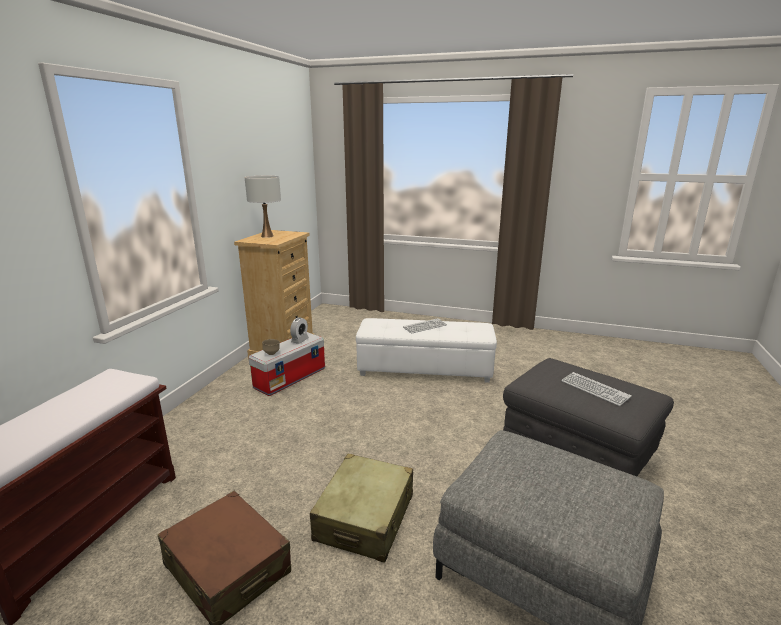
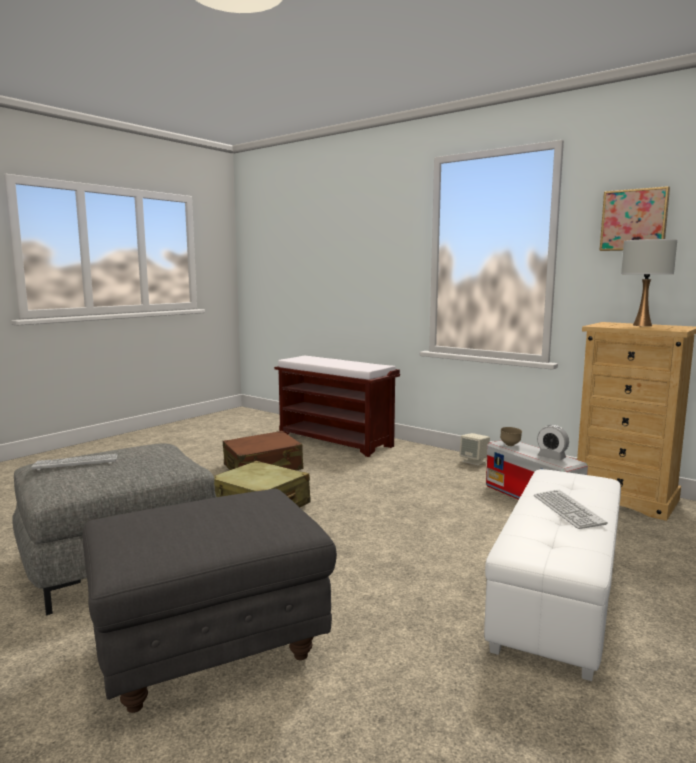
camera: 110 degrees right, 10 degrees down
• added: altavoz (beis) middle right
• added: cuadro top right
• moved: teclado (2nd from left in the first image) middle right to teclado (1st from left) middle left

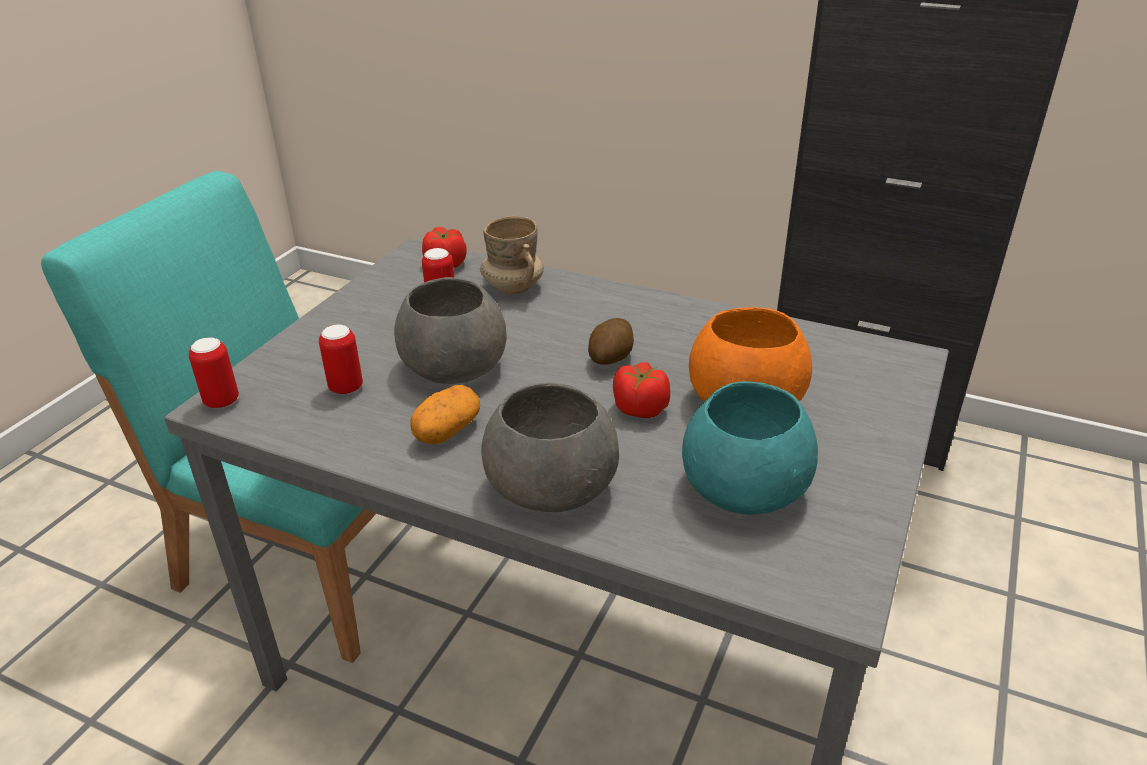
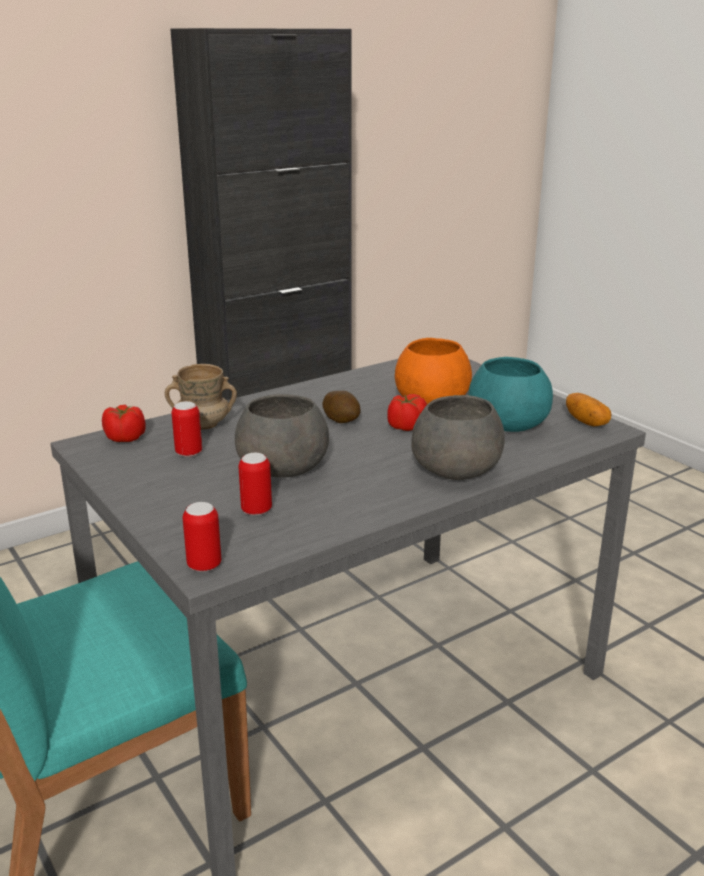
camera: 60 degrees left, 10 degrees down
• moved: patata (1st from left in the first image) centre to patata (2nd from left) middle right

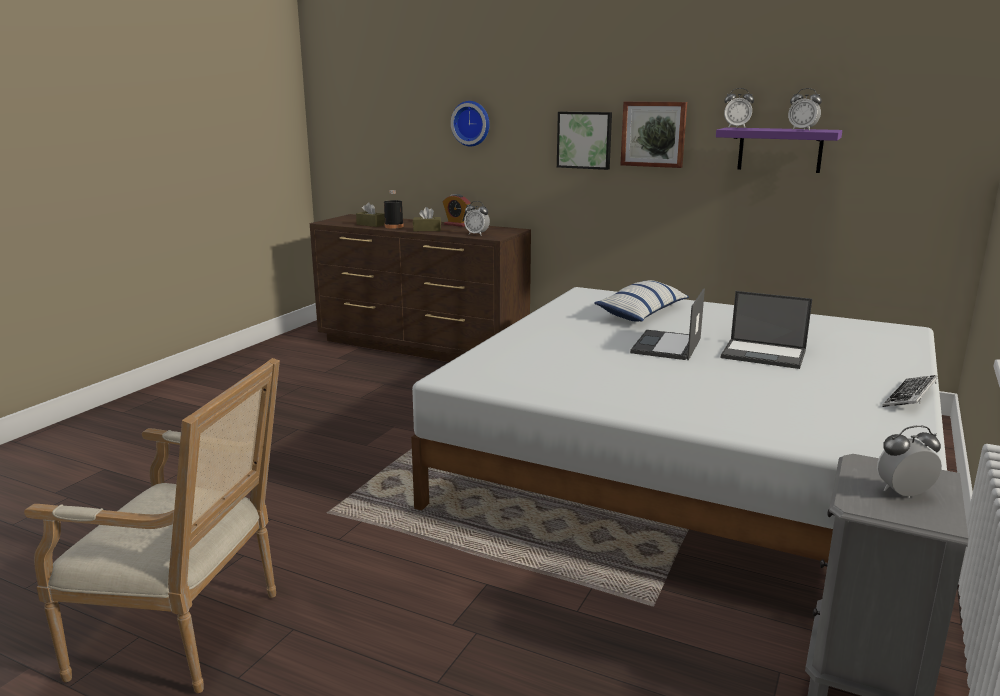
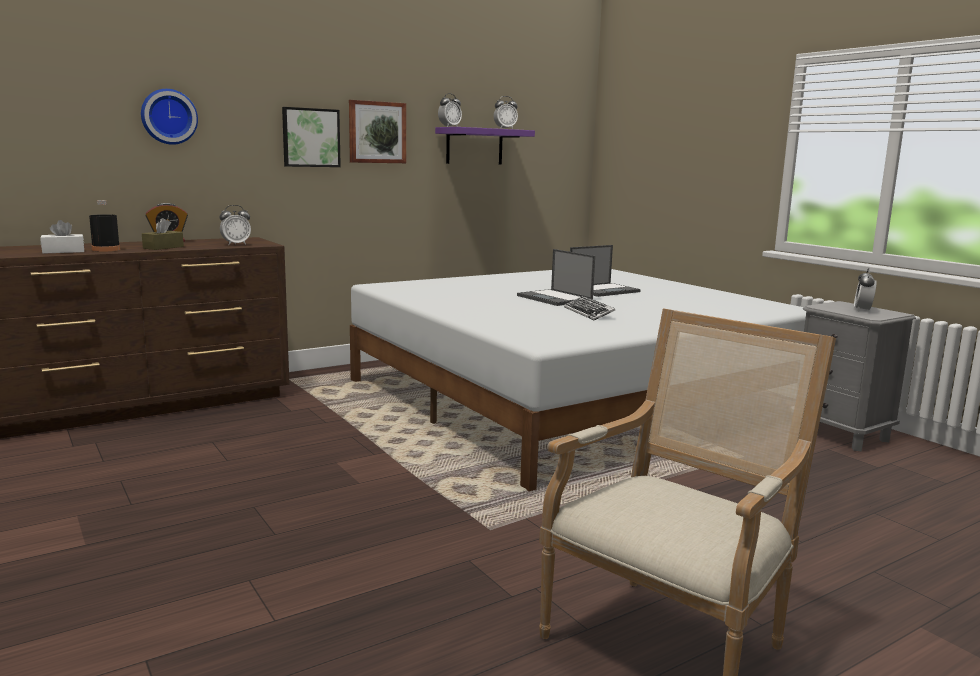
camera: 60 degrees left, 5 degrees down
• removed: cojín centre
• moved: teclado middle right to centre
• recoloured: caja de pañuelos (marrón) (1st from left) top centre to caja de pañuelos (blanco) middle left

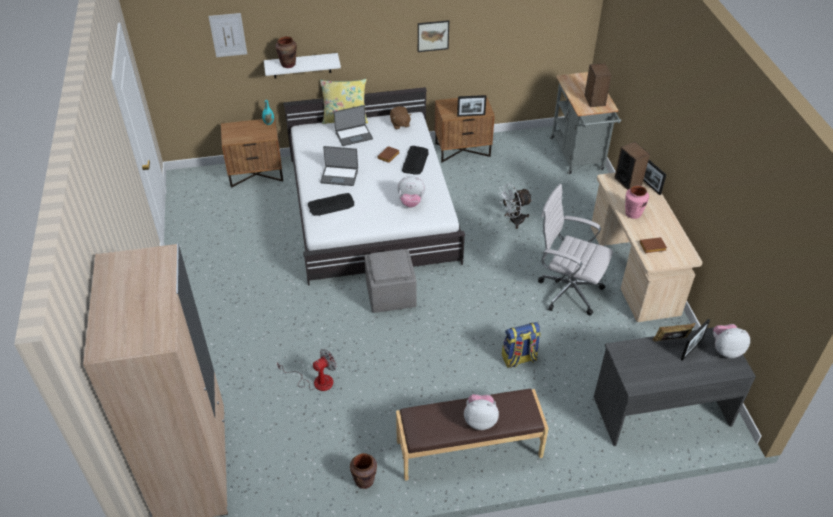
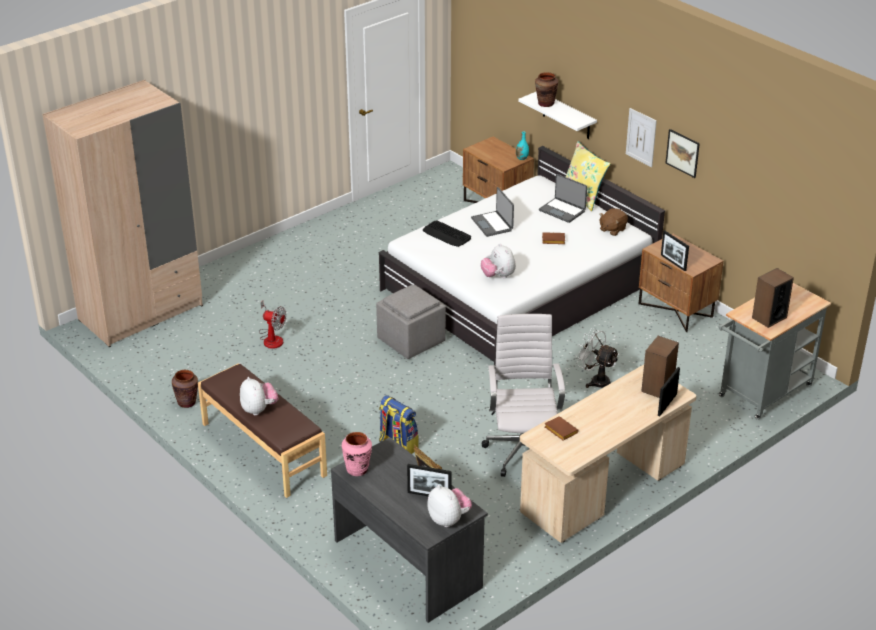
camera: 60 degrees right, 10 degrees down
• removed: teclado (2nd from left) top centre
• moved: cuadro (1st from left) top left to top right
• moved: florero (rosa) middle right to bottom centre

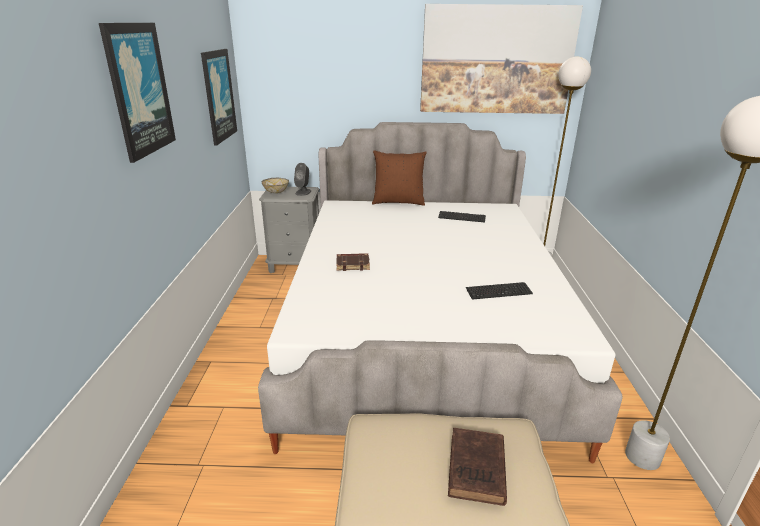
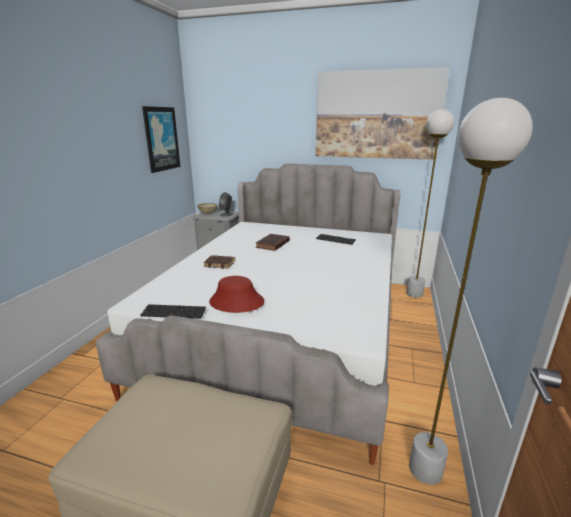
camera: 15 degrees right, 5 degrees down
• removed: cuadro (1st from left) top left
• removed: cojín (marrón) centre
• added: sombrero (rojo) centre
• moved: libro (marrón) (2nd from left) bottom centre to centre
• moved: teclado (2nd from left in the first image) centre to teclado (1st from left) middle left

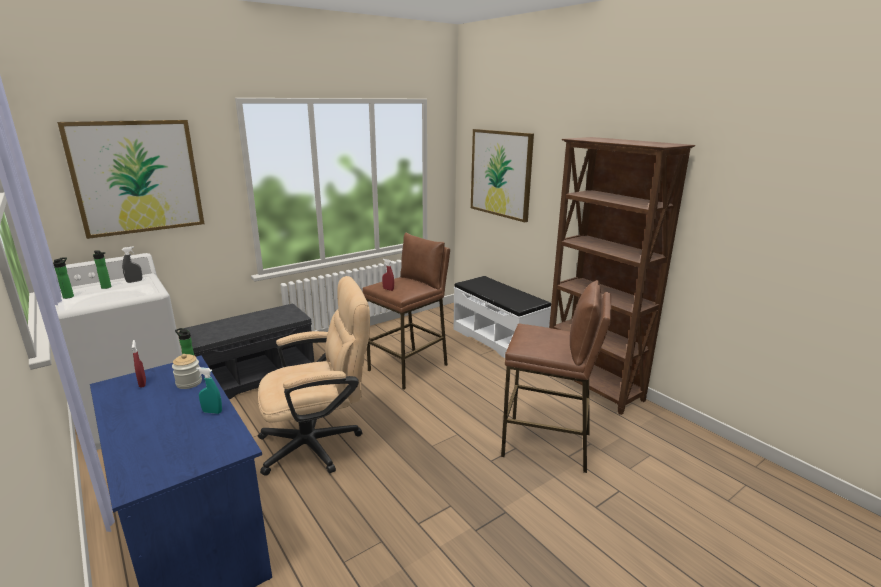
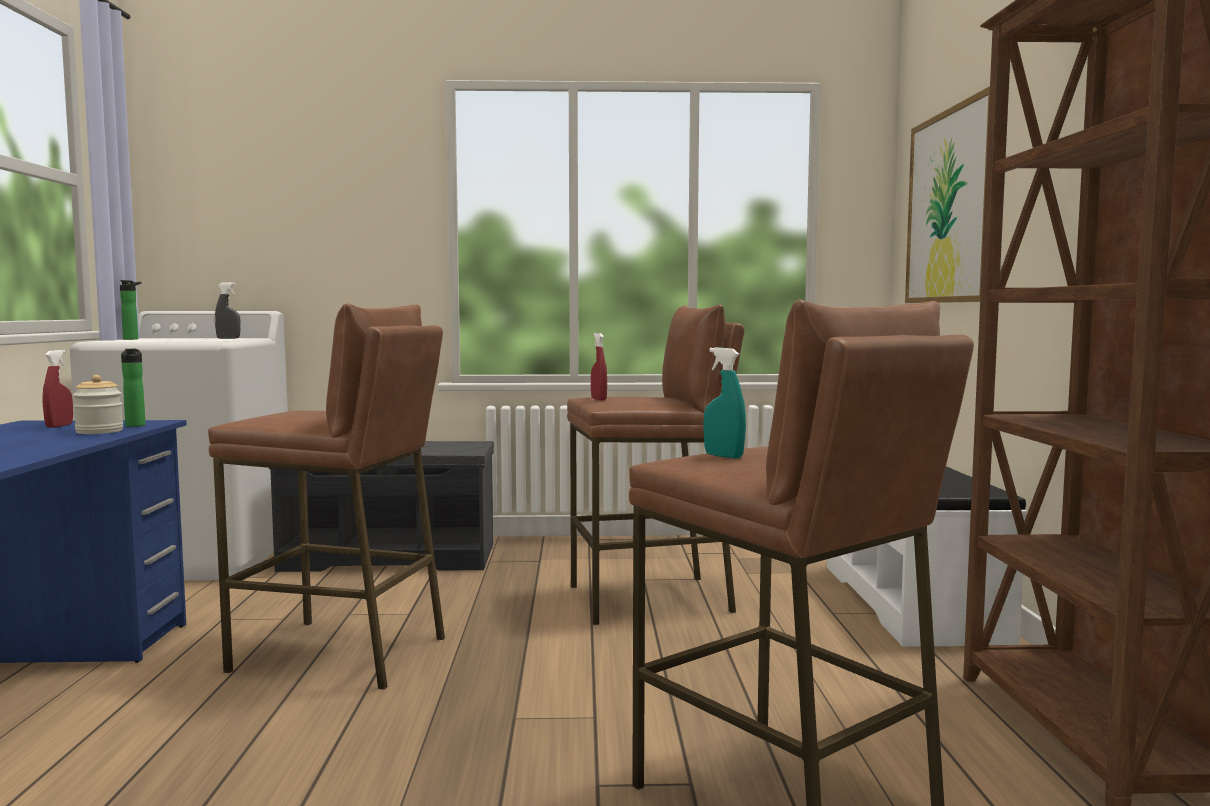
camera: 35 degrees right, 15 degrees down
• removed: cuadro (1st from left) top left
• removed: botella (2nd from left) middle left
• moved: pulverizador (turquesa) middle left to centre
• replaced: silla de oficina (beis) centre to taburete (marrón) (1st from left) middle left

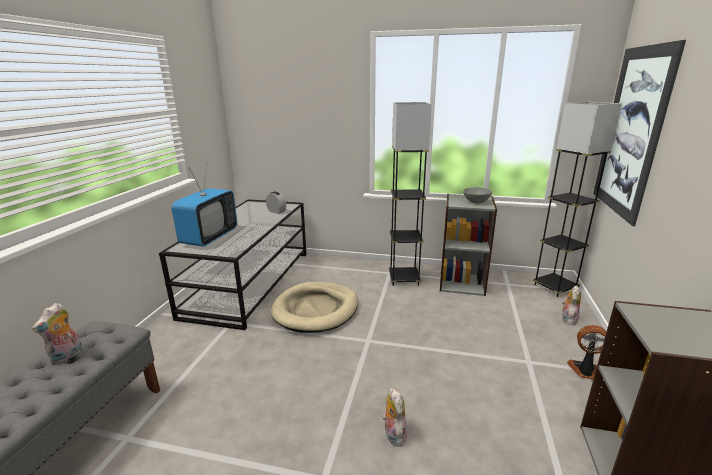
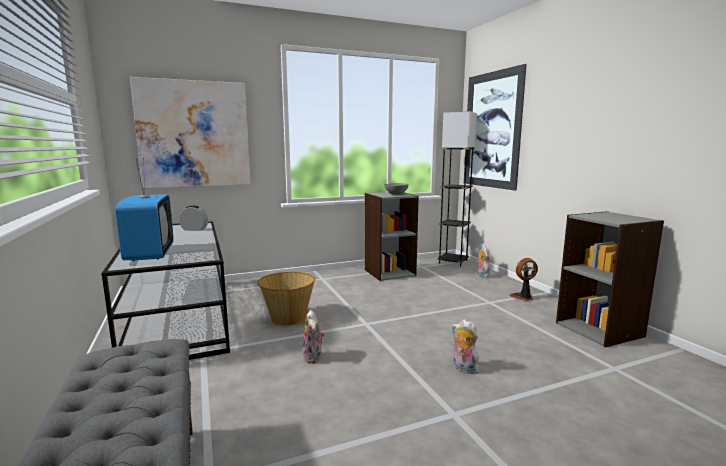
camera: 35 degrees left, 10 degrees down
• removed: lámpara de pie (gris) (1st from left) centre
• added: cuadro (1st from left) top left
• moved: peluche (1st from left) bottom left to bottom centre
• replaced: cama para perro (beis) centre to cesta centre

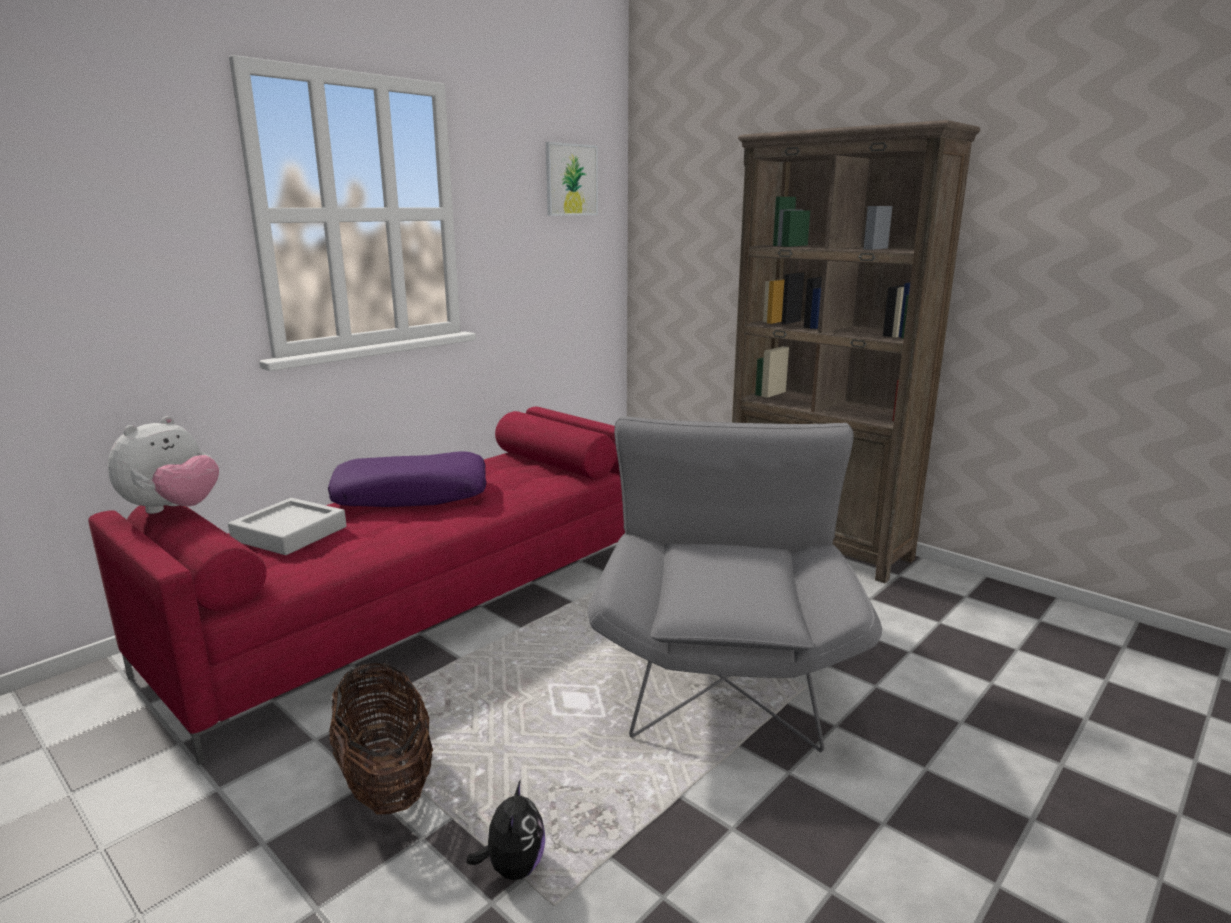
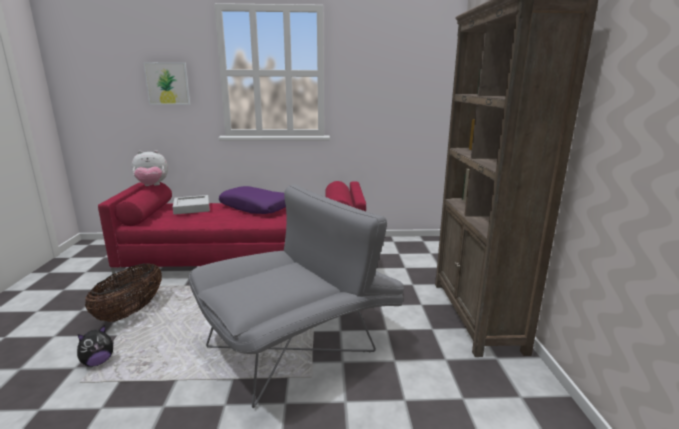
camera: 45 degrees right, 0 degrees up
• moved: cuadro top centre to top left

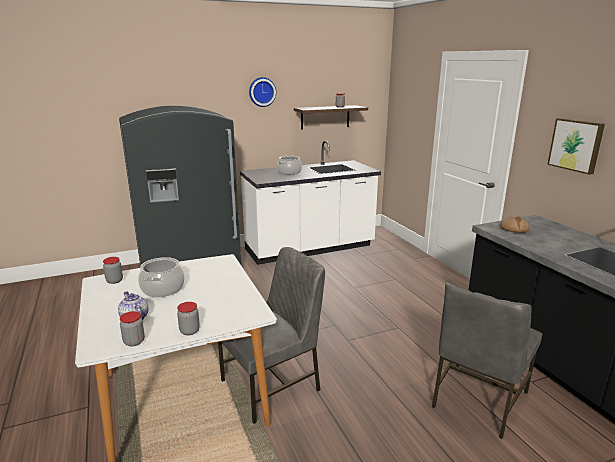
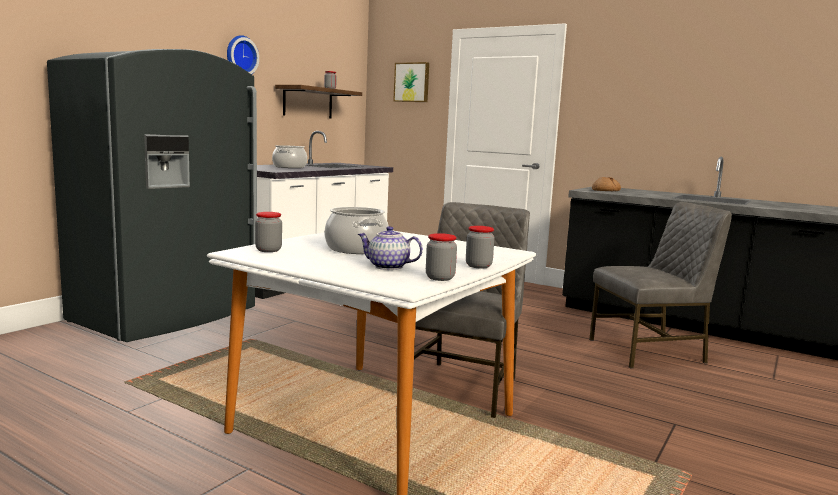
camera: 35 degrees left, 10 degrees down
• moved: cuadro top right to top centre
• turned: silla (gris) (2nd from left) bottom right = middle right 105 degrees counterclockwise

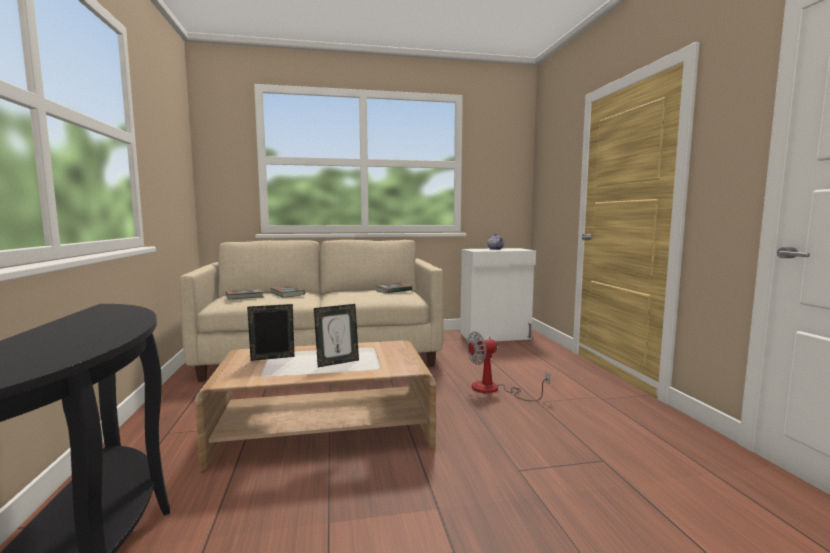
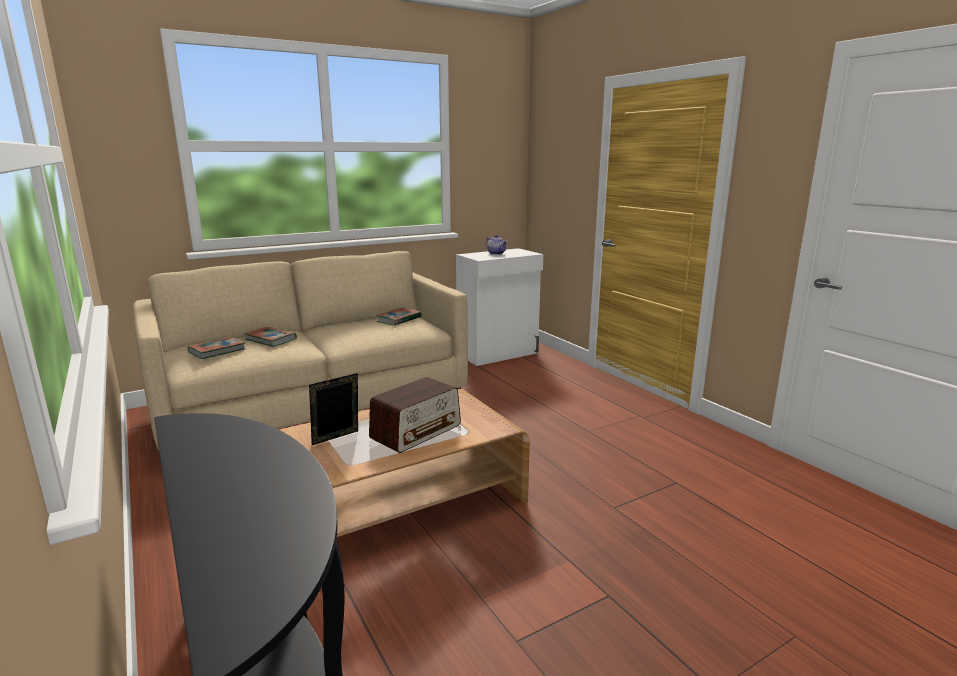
camera: 20 degrees left, 10 degrees up
• removed: ventilador centre
• replaced: portarretratos (2nd from left) centre to radio centre

